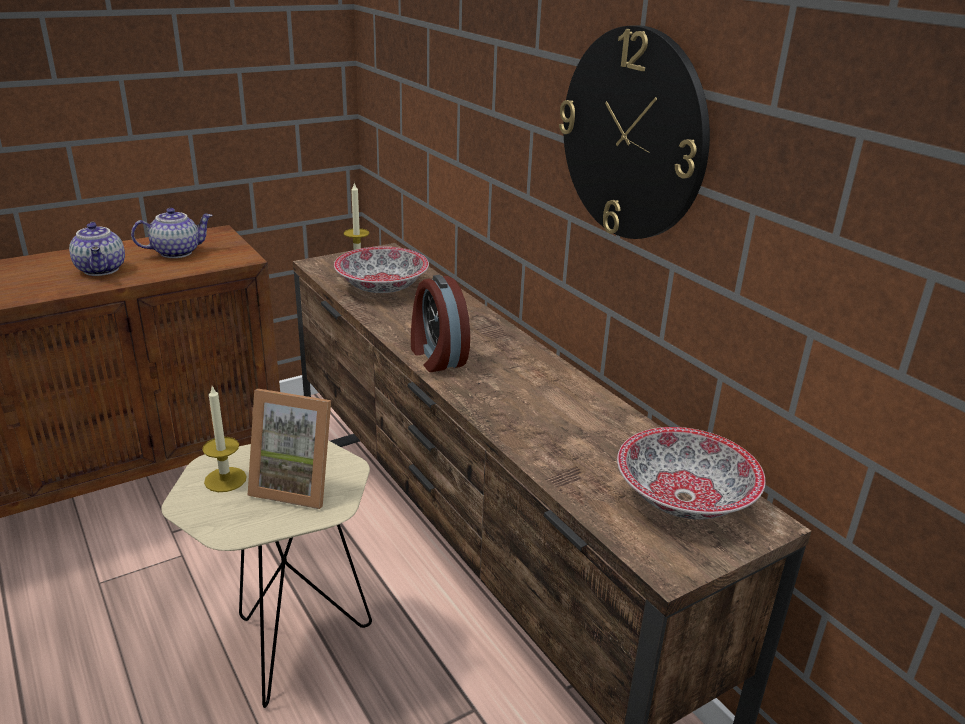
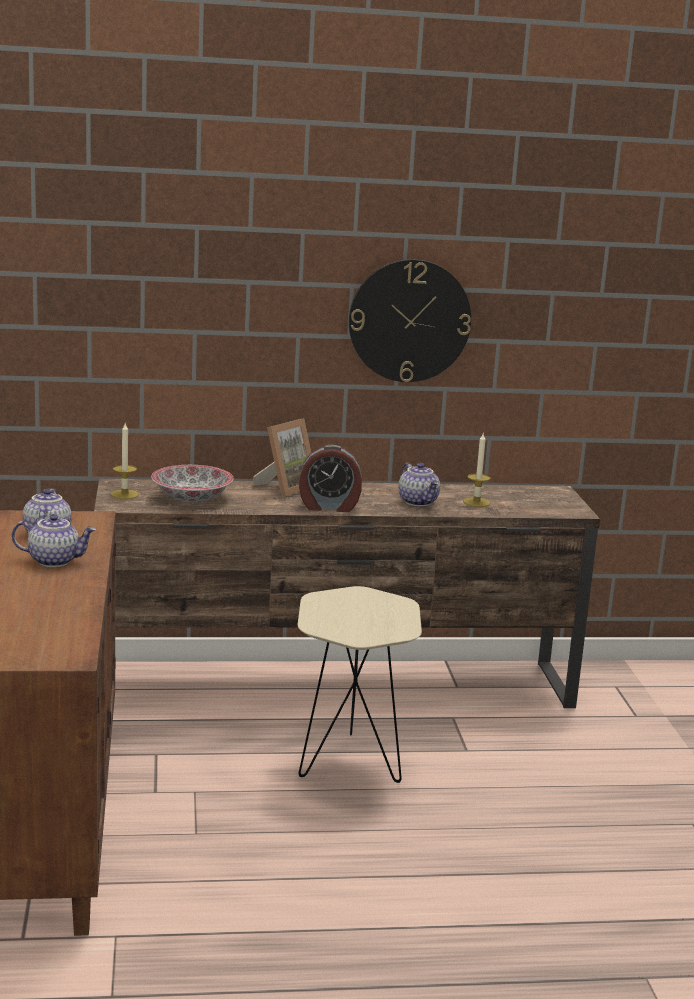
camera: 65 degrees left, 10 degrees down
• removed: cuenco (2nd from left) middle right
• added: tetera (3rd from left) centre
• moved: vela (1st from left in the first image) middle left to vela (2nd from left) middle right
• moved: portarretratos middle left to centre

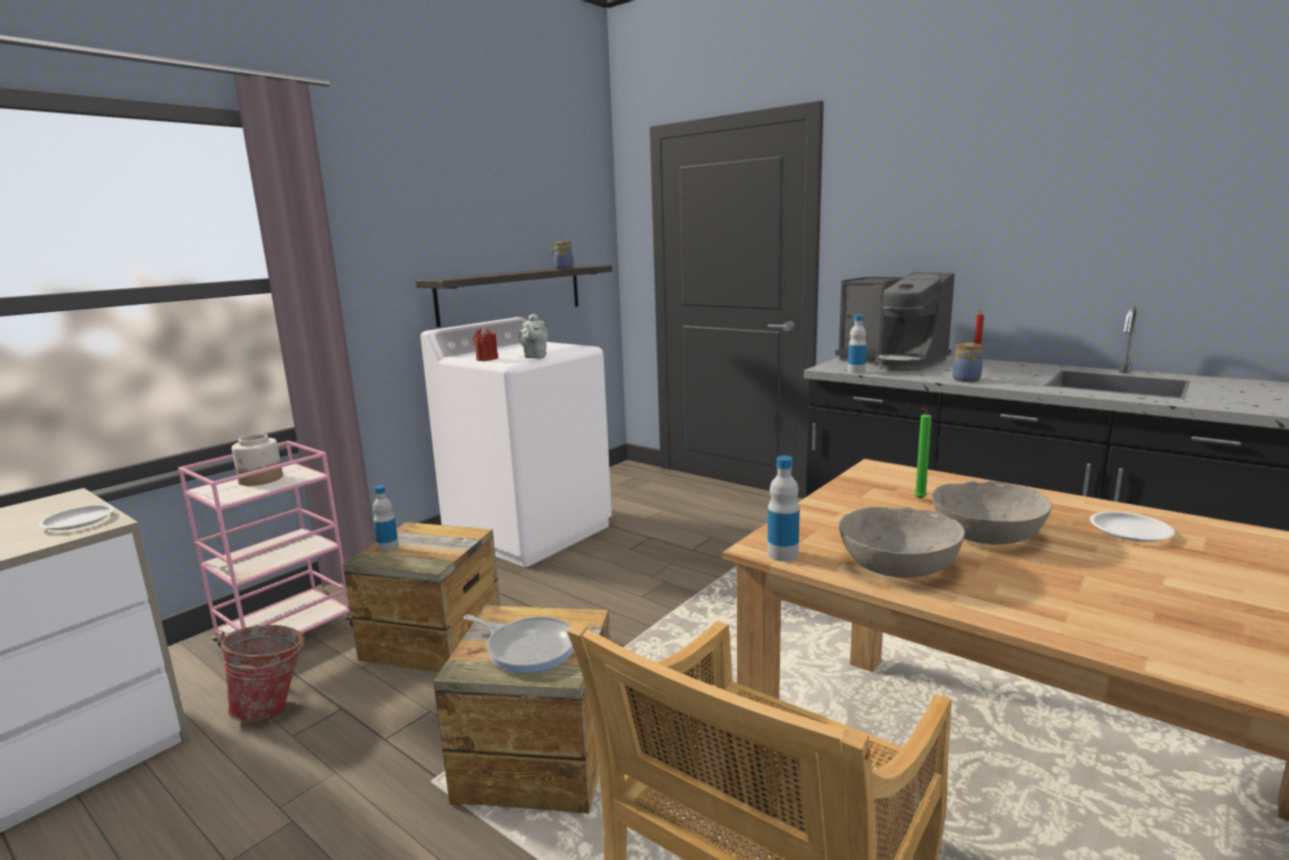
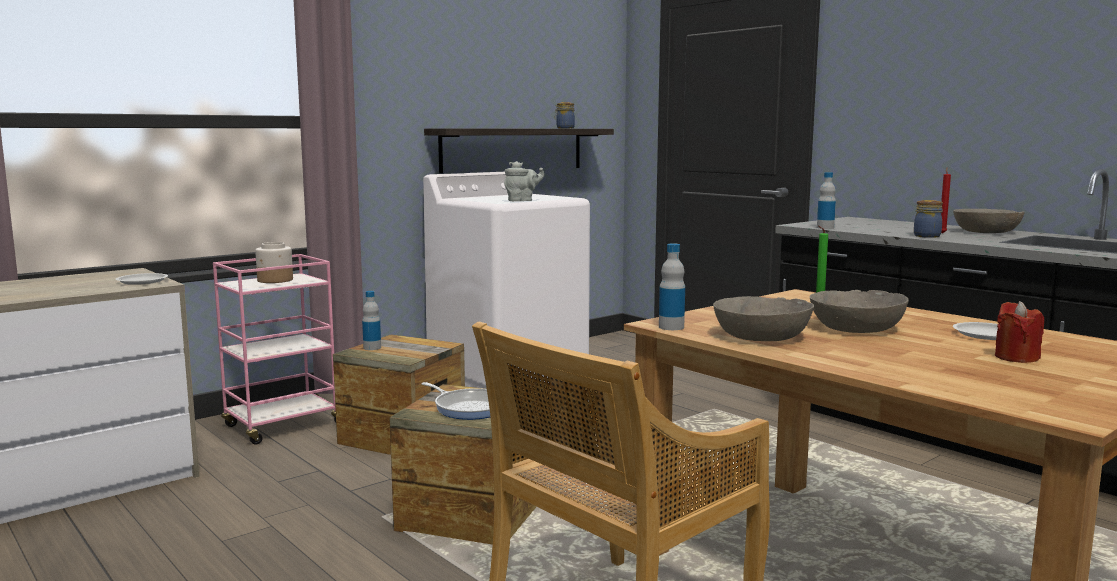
camera: 10 degrees right, 5 degrees down
• removed: cubo bottom left
• removed: cafetera middle right
• added: cuenco (gris) (3rd from left) middle right
• moved: vela (rojo) (1st from left in the first image) centre to vela (rojo) (2nd from left) middle right
• turned: tetera (gris) centre = top centre 120 degrees counterclockwise

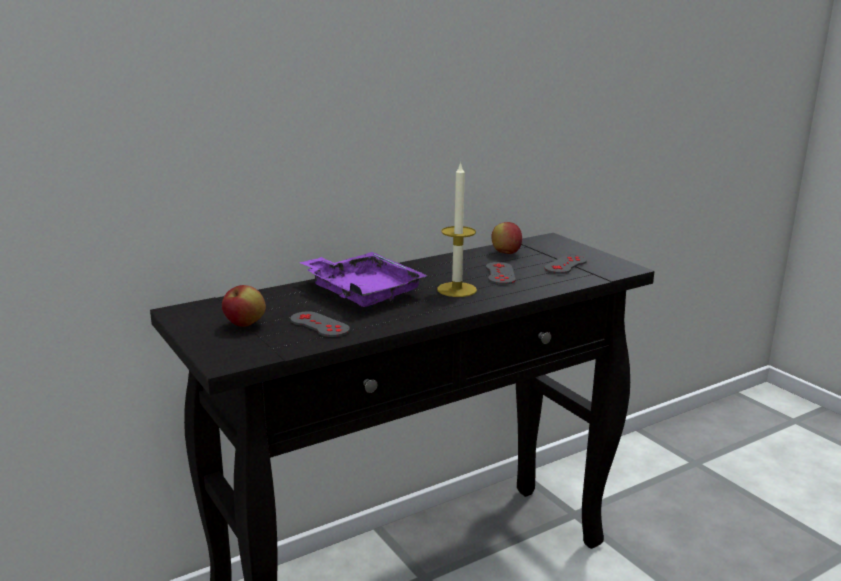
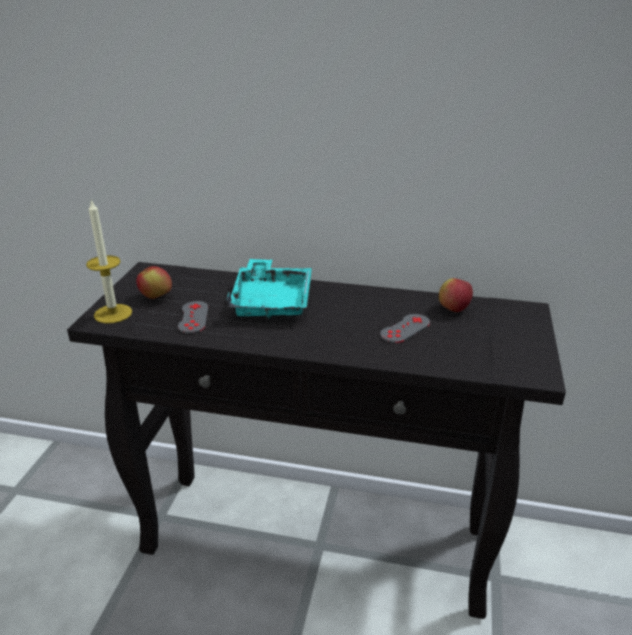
camera: 45 degrees right, 10 degrees up
• removed: mando de consola (gris) (3rd from left) middle right
• moved: vela centre to middle left
• recoloured: bandeja (morado) centre to bandeja (turquesa) centre

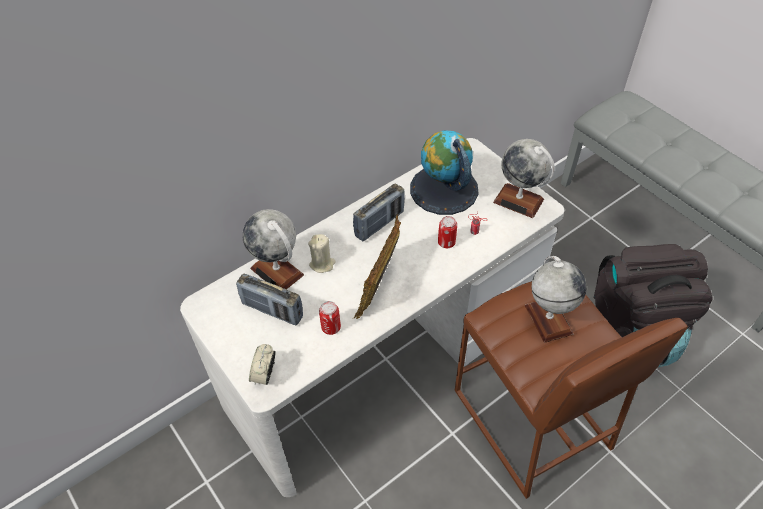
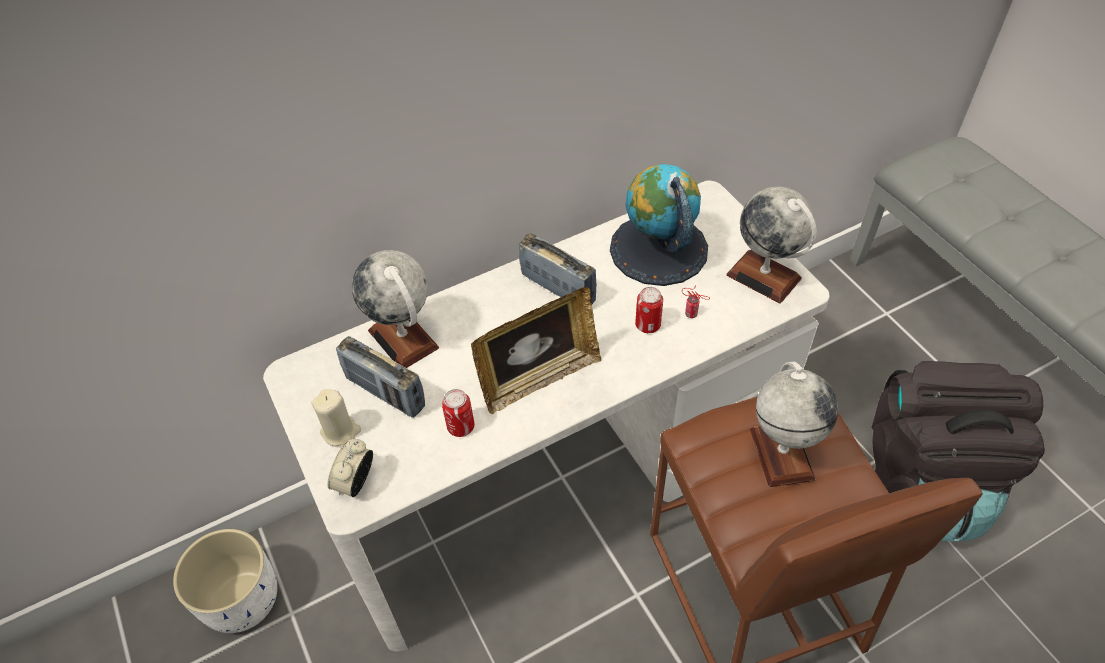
camera: 10 degrees right, 0 degrees up
• added: maceta (blanco) bottom left
• moved: vela (beis) centre to middle left
• turned: radio (2nd from left) centre = centre 105 degrees counterclockwise
• turned: portarretratos centre = centre 150 degrees counterclockwise

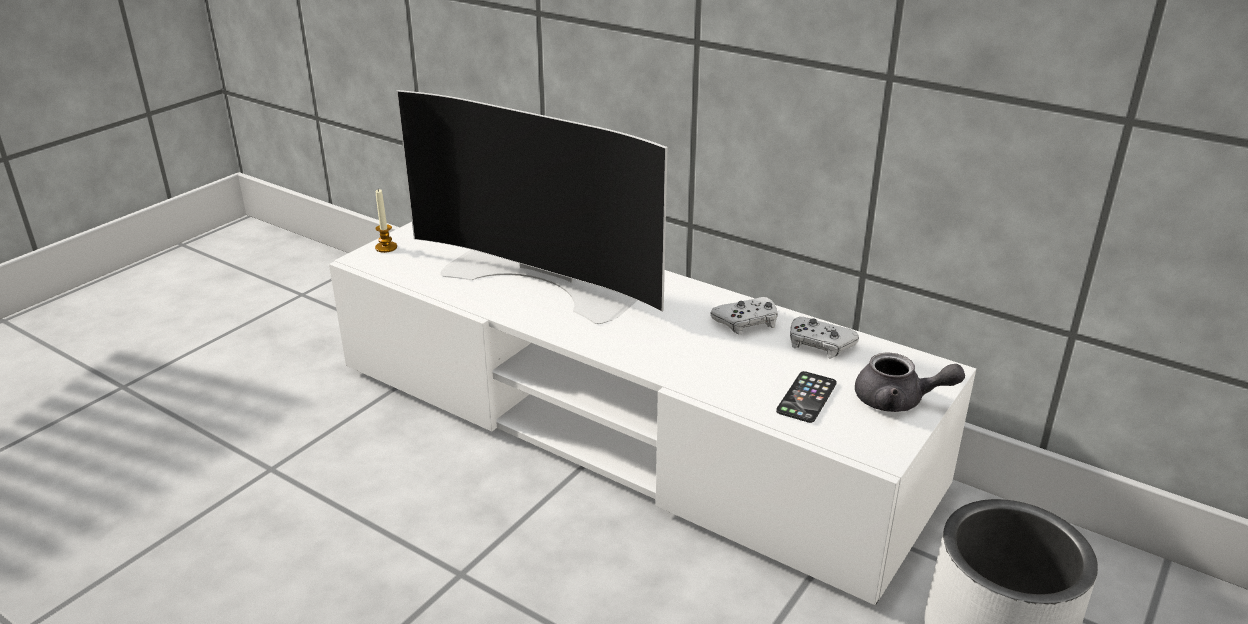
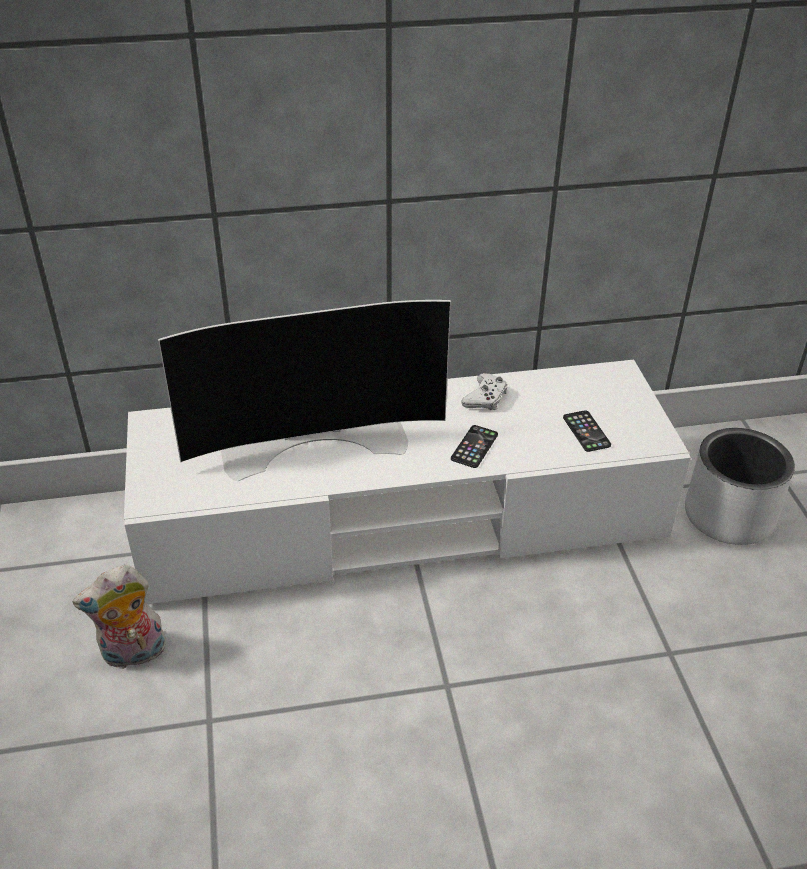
camera: 45 degrees left, 10 degrees up
• removed: vela middle left
• removed: mando de consola (blanco) (2nd from left) centre
• removed: tetera (gris) middle right
• added: peluche bottom left
• added: móvil (1st from left) centre

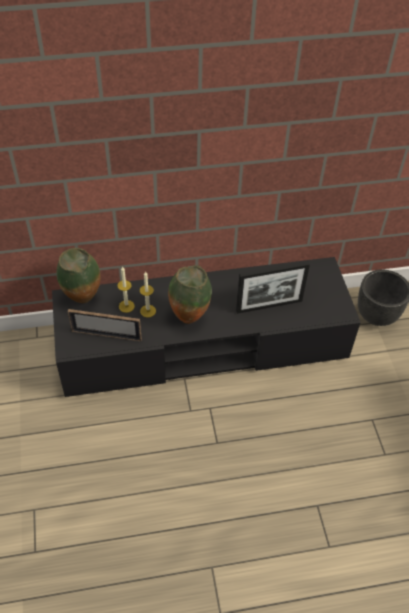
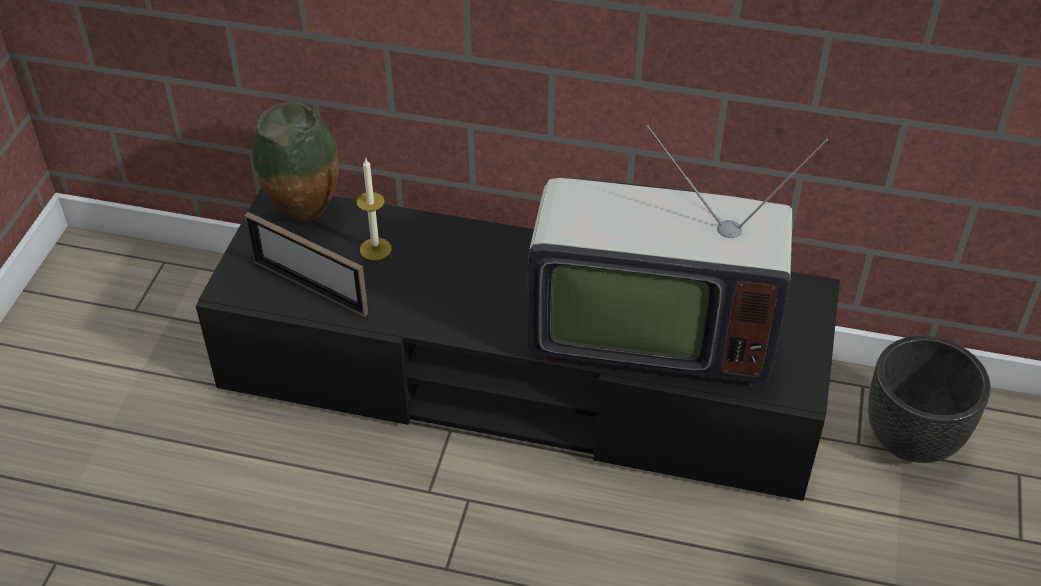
camera: 25 degrees right, 5 degrees down
• removed: vela (2nd from left) centre
• removed: florero (2nd from left) centre
• replaced: portarretratos (2nd from left) middle right to televisor centre

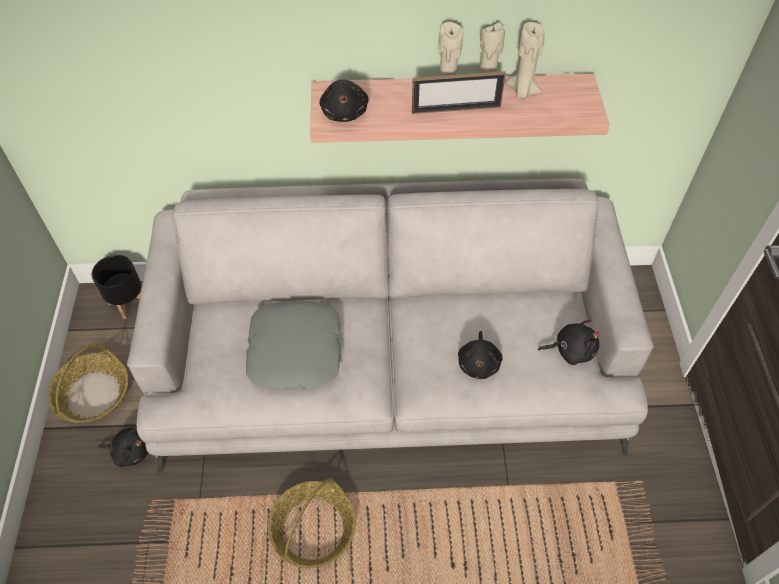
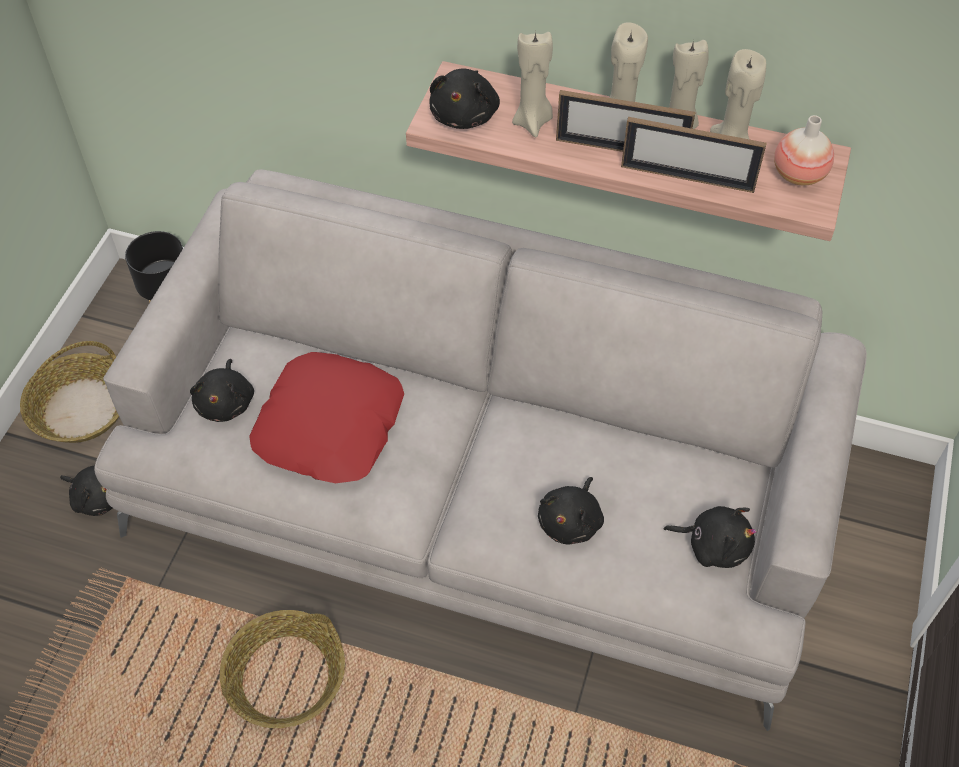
camera: 20 degrees right, 0 degrees up
• added: peluche (negro) (2nd from left) middle left
• added: vela (beis) (1st from left) top centre
• added: portarretratos (2nd from left) top right
• added: florero top right
• recoloured: cojín (gris) centre to cojín (rojo) centre

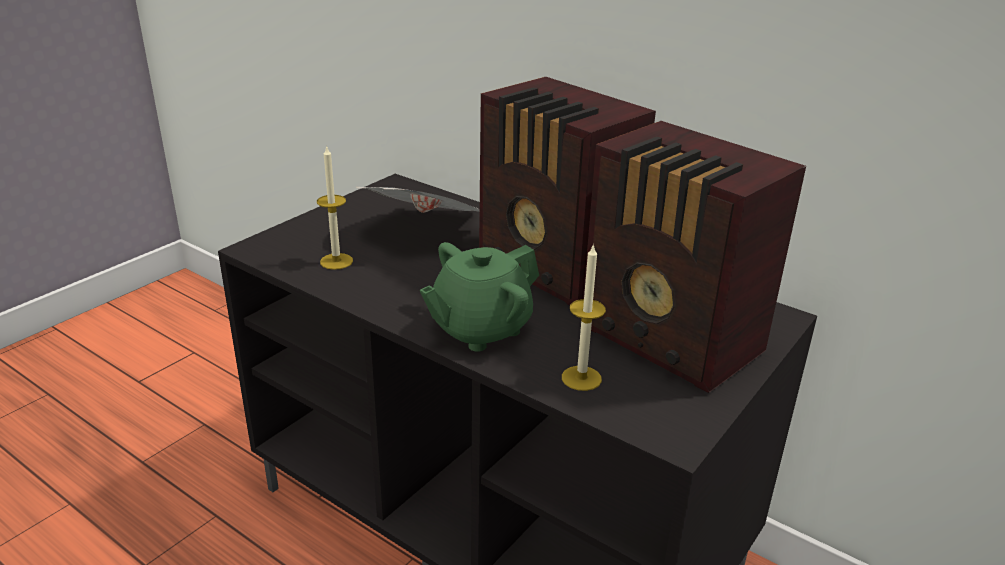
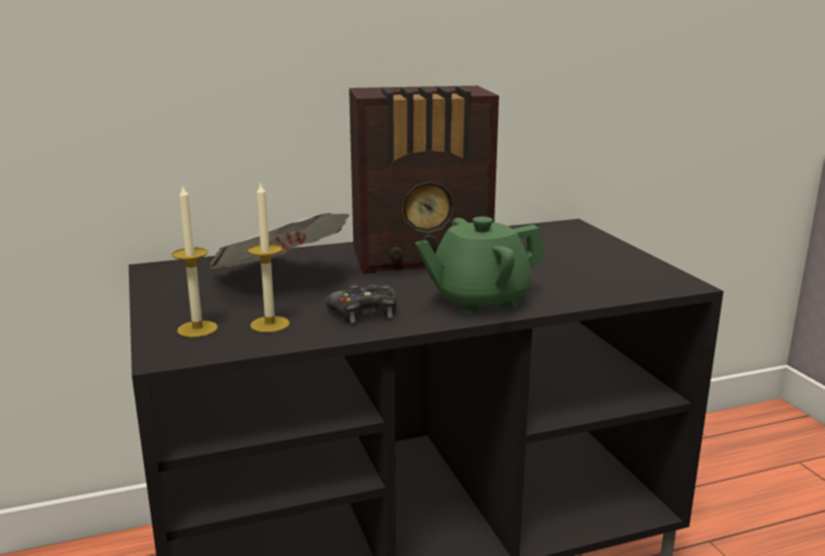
camera: 55 degrees left, 10 degrees down
• removed: radio (2nd from left) middle right
• added: mando de consola (negro) centre
• moved: vela (2nd from left in the first image) centre to vela (1st from left) middle left
• turned: tetera (verde) centre = centre 75 degrees clockwise

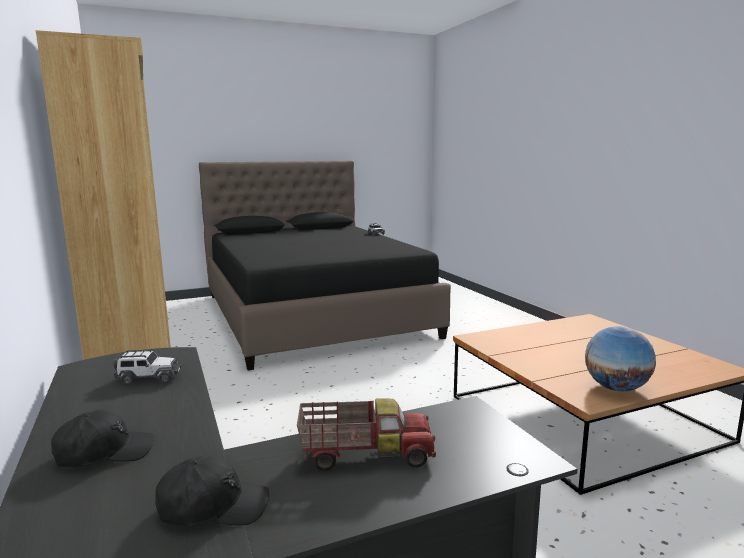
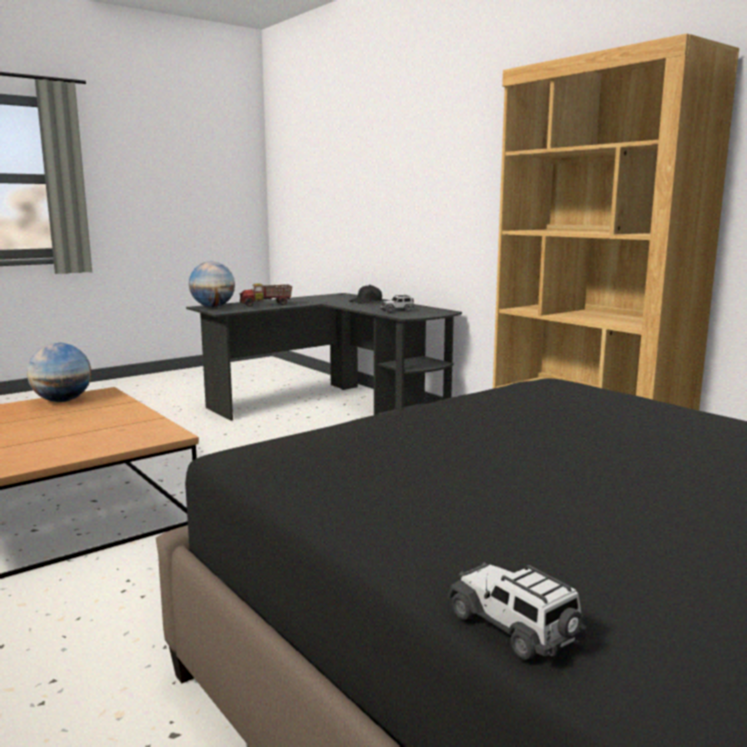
camera: 165 degrees right, 0 degrees up
• removed: gorra (negro) (2nd from left) bottom left
• added: globo terráqueo (2nd from left) middle left

